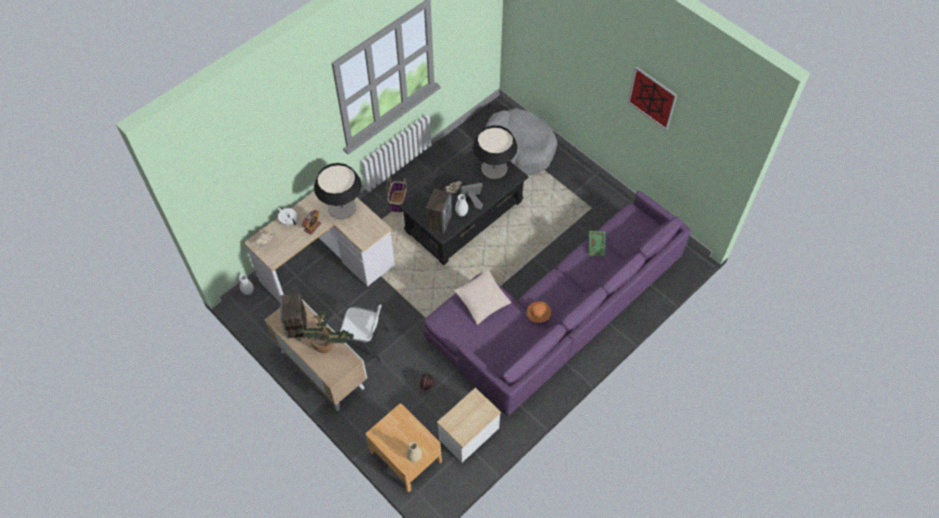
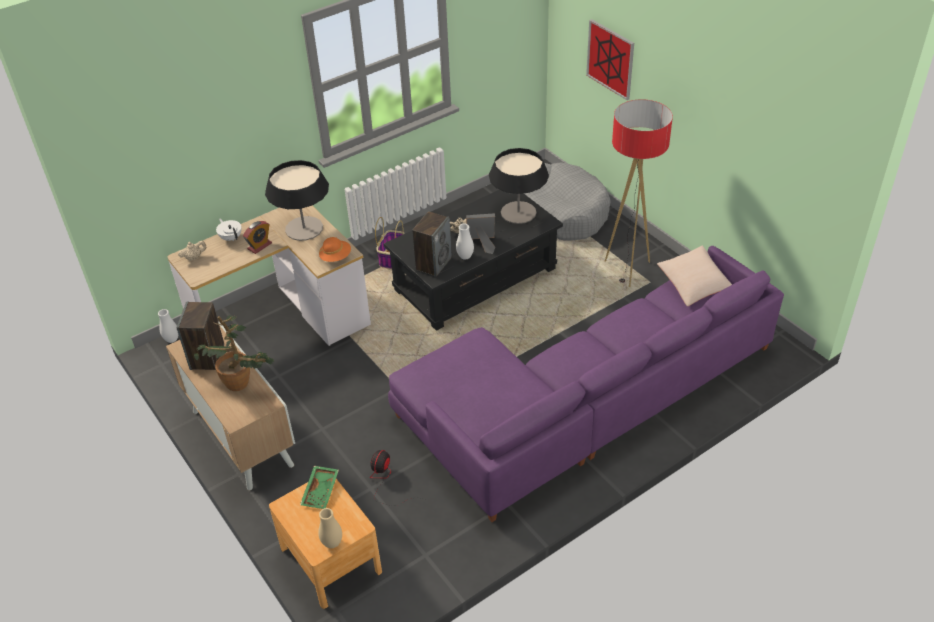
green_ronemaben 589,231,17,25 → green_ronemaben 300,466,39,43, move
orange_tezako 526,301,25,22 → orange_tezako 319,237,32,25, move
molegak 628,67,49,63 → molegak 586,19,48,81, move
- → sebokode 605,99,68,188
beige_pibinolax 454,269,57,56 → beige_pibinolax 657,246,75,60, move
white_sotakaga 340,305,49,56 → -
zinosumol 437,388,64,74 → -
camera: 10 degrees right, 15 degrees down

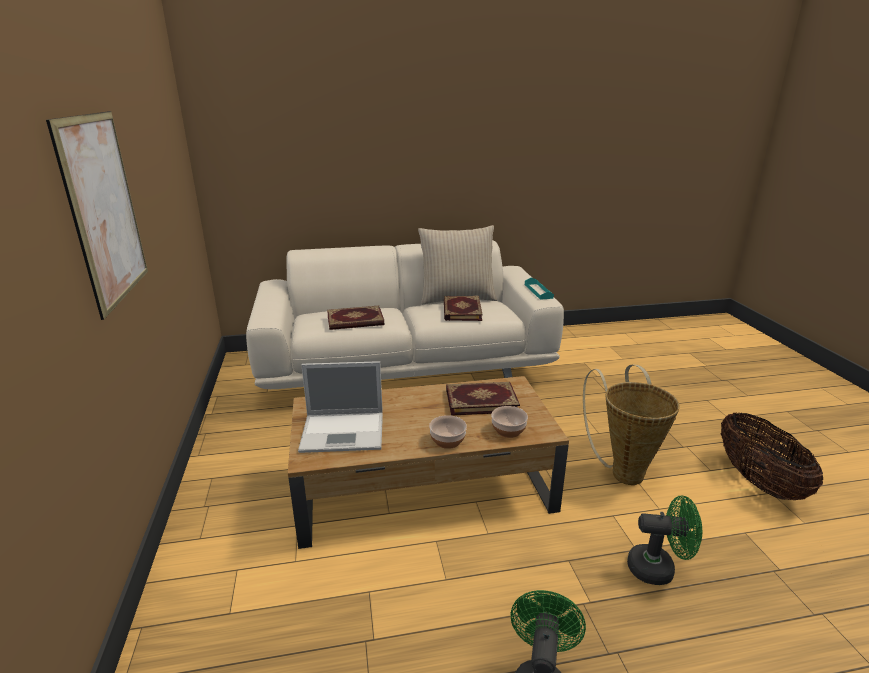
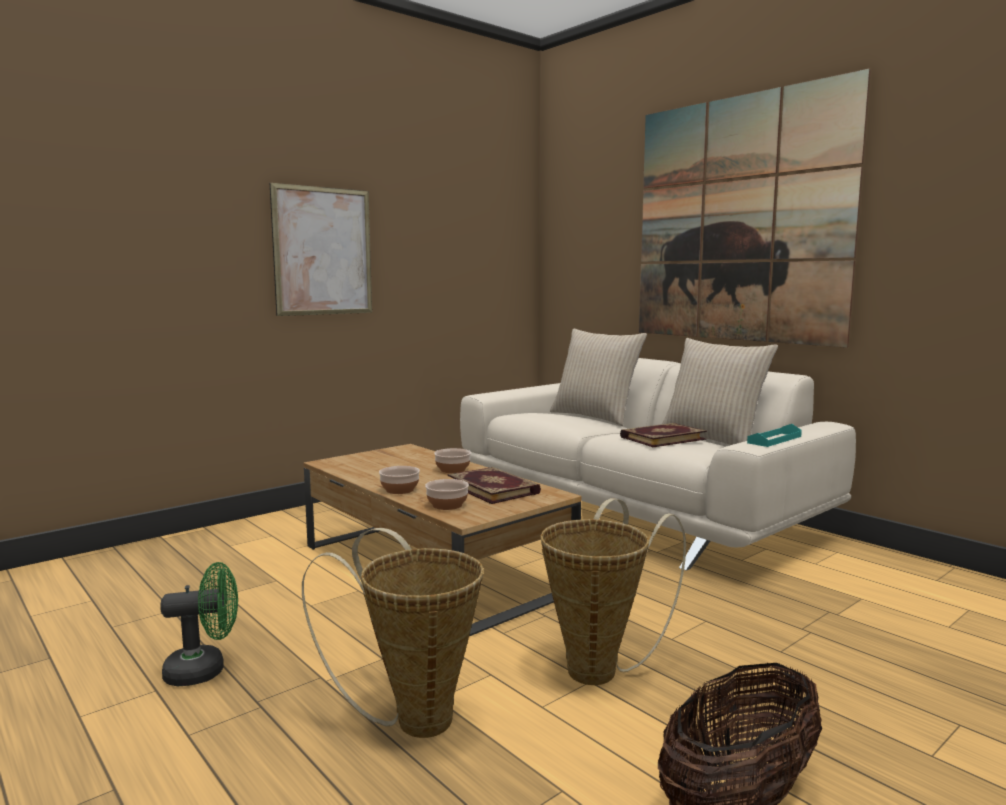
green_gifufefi 627,496,75,89 → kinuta 302,528,182,210
- → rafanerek 434,448,37,25
- → beige_pibinolax 550,329,97,97
- → molegak 639,69,232,279
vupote 298,361,85,92 → -
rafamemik 327,306,57,24 → -
camera: 60 degrees right, 15 degrees down

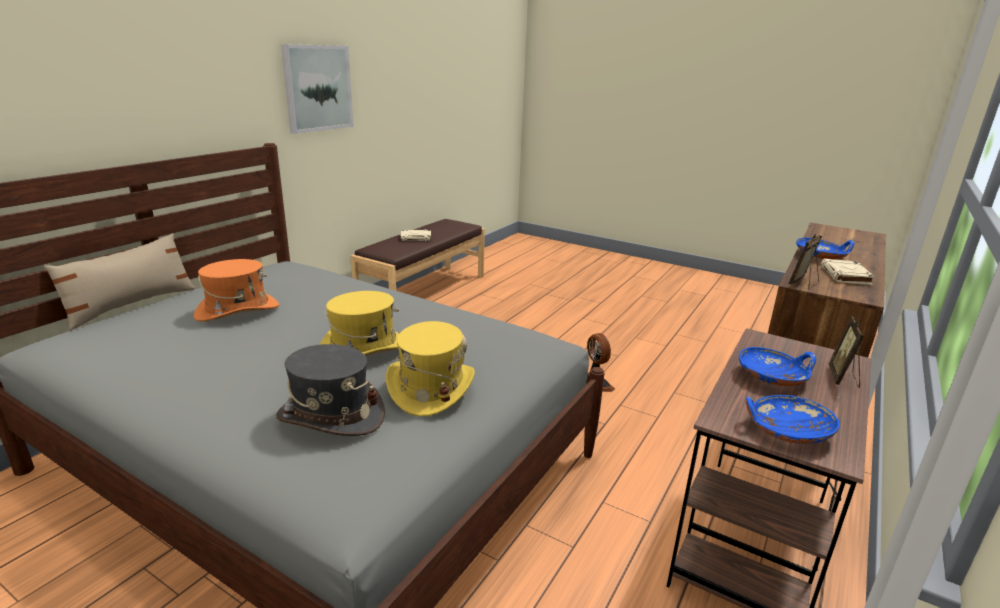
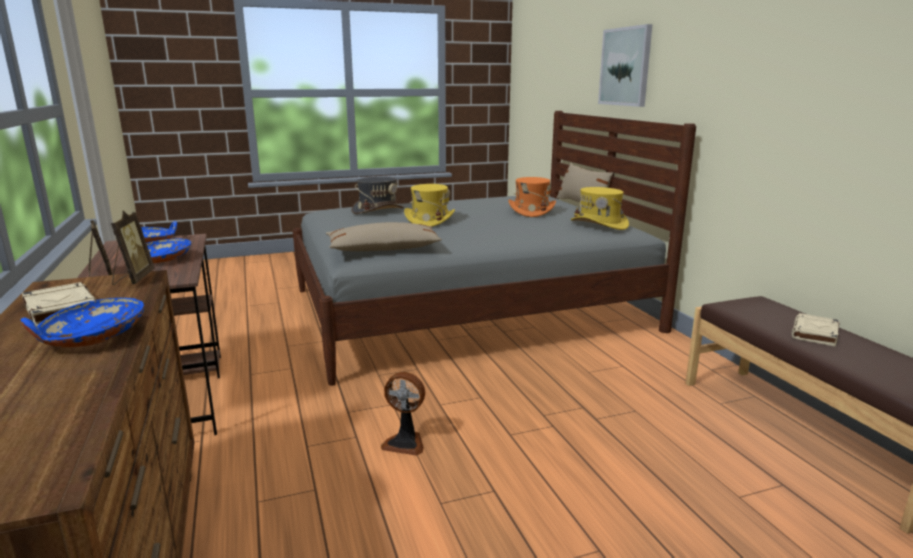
- → beige_pibinolax 326,222,116,29
yellow_tezako 386,321,89,95 → yellow_tezako 571,187,58,43, move
molegak 281,44,73,90 → molegak 598,24,54,83, move
camera: 130 degrees right, 5 degrees down

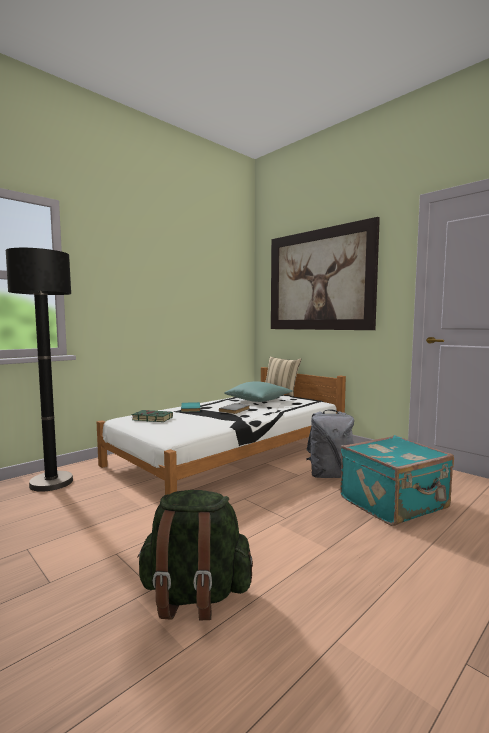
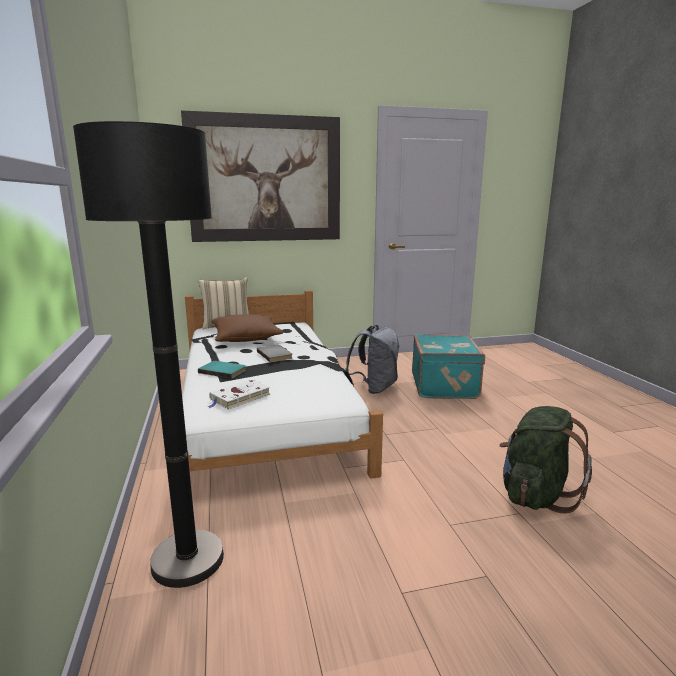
green_rafamemik 132,410,41,12 → white_rafamemik 208,379,62,31
turquoise_pibinolax 224,381,69,21 → brown_pibinolax 211,314,72,28
camera: 60 degrees left, 10 degrees up

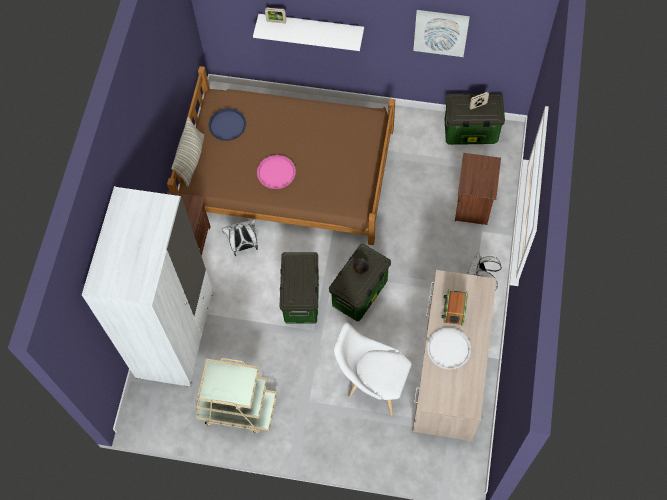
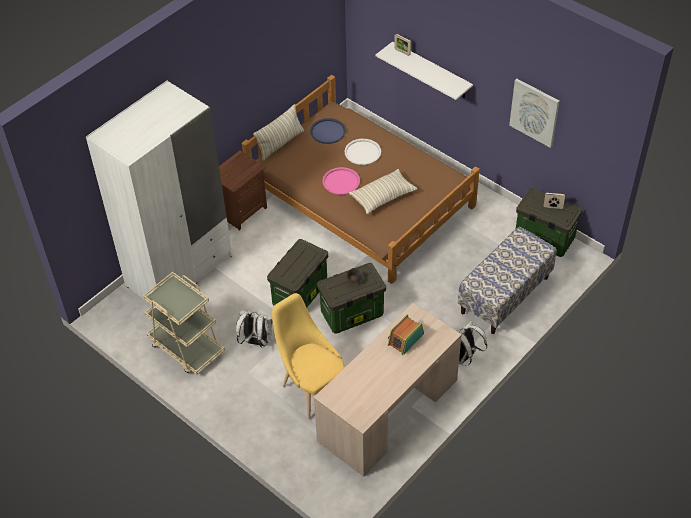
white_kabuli 222,220,36,36 → white_kabuli 236,310,37,37, move
white_sotakaga 334,322,78,94 → yellow_sotakaga 272,293,73,126
white_ronemaben 427,328,44,41 → white_ronemaben 344,139,37,26, move
- → pibinolax 349,169,68,45
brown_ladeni 455,153,46,72 → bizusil 458,227,99,107
camera: 30 degrees right, 15 degrees down

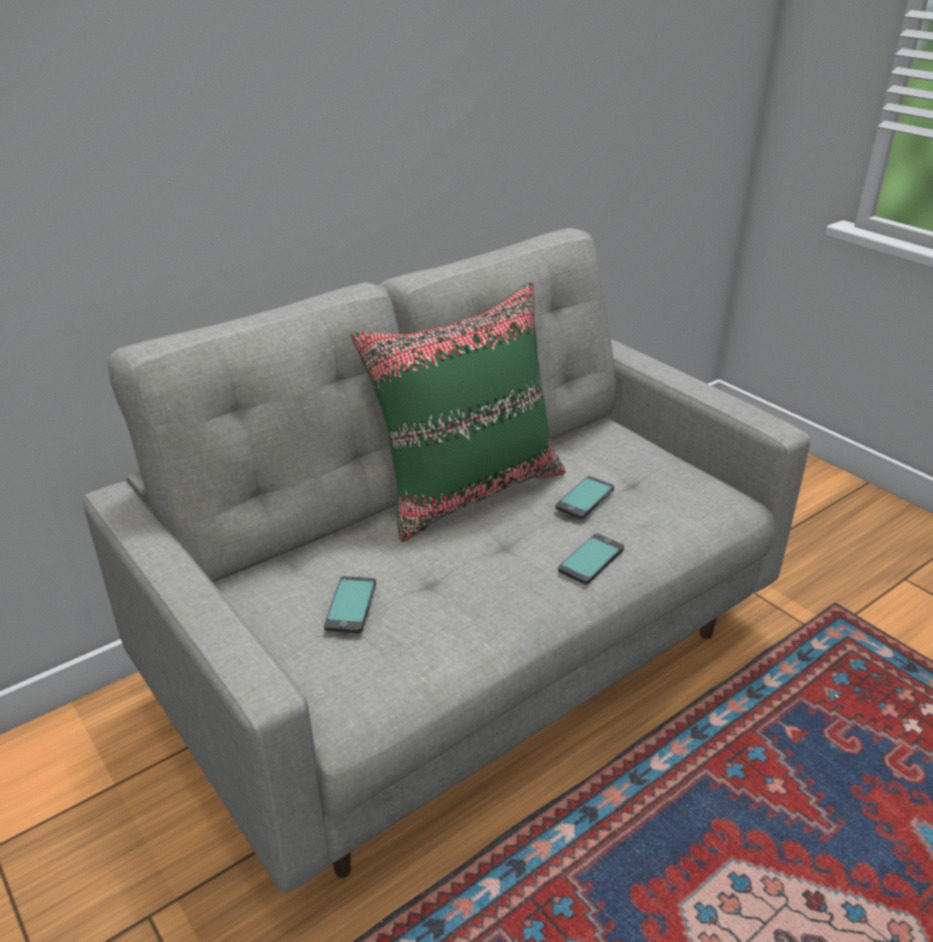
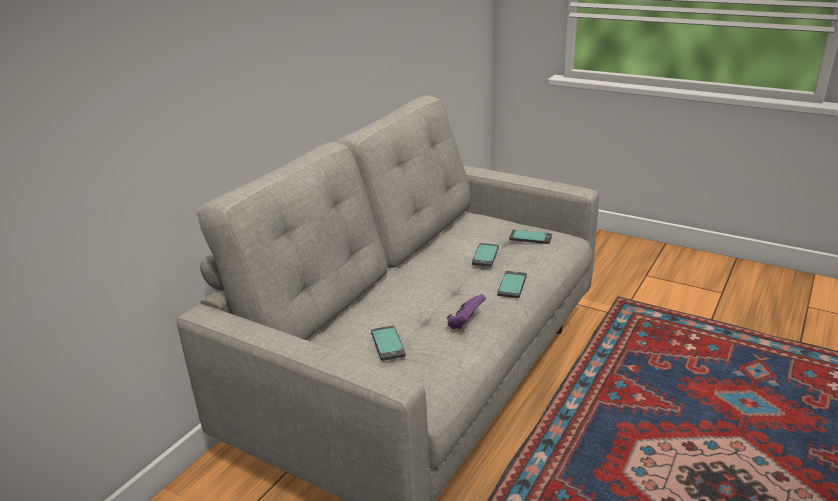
- → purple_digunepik 447,294,39,35
- → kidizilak 509,230,43,14
green_pibinolax 351,282,215,260 → -
camera: 20 degrees left, 5 degrees down

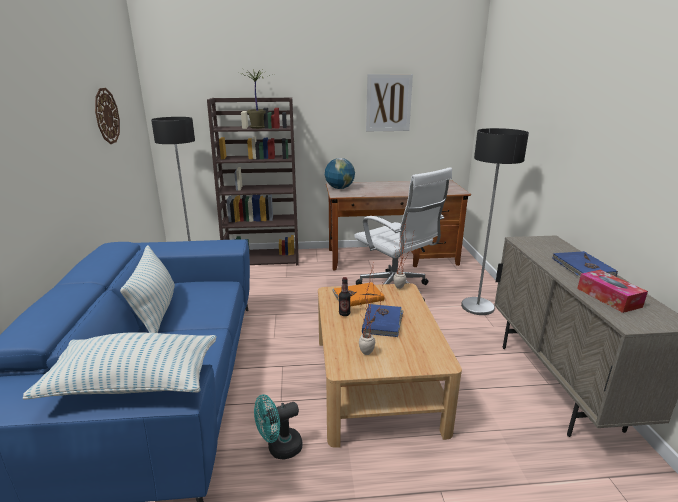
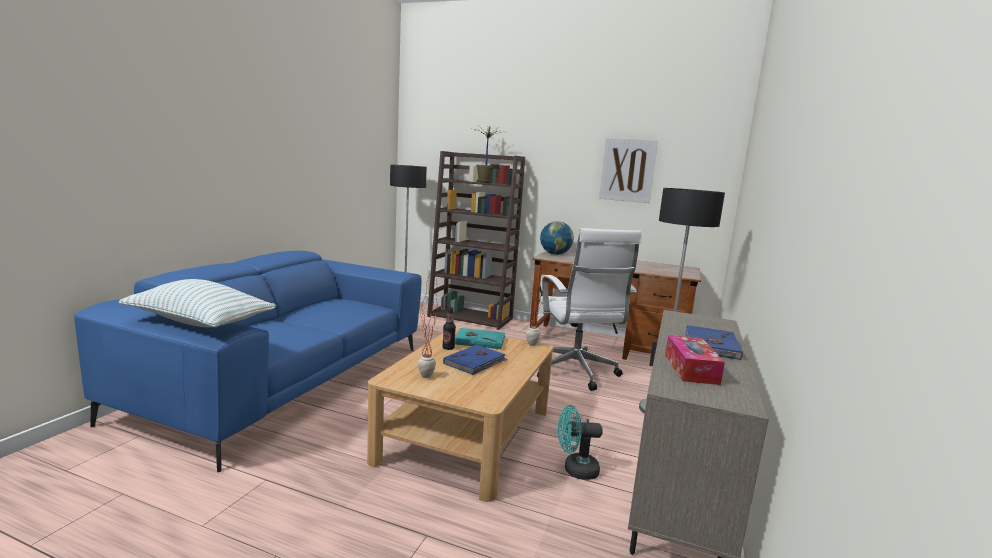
orange_rafamemik 332,282,52,25 → turquoise_rafamemik 455,328,51,21
turquoise_gifufefi 254,394,48,65 → turquoise_gifufefi 558,405,45,75, move
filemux 95,88,25,56 → -
pibinolax 120,245,55,88 → -
camera: 25 degrees right, 10 degrees down

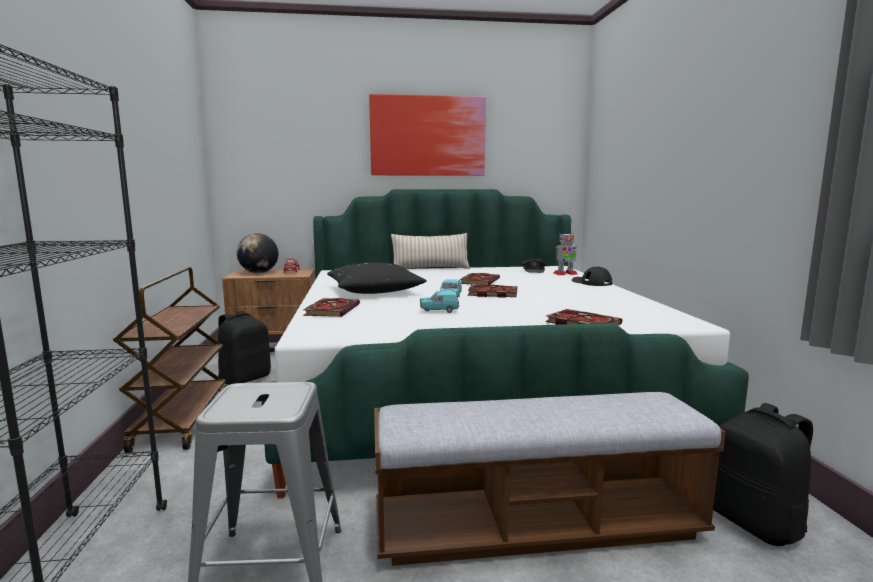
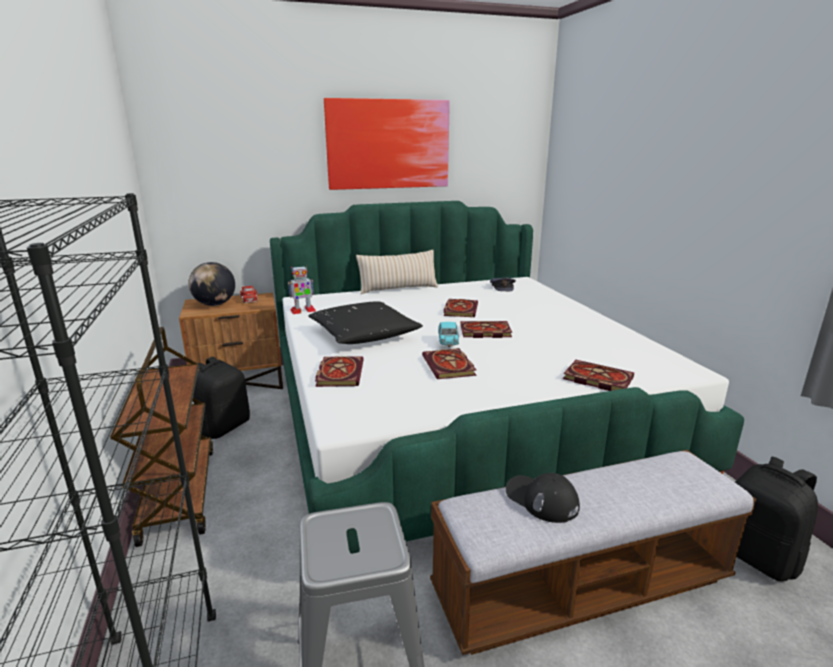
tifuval 554,233,24,42 → tifuval 288,265,28,49, move
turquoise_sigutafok 420,291,39,22 → rafamemik 422,348,54,31
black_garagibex 572,266,40,20 → black_garagibex 506,473,74,50, move
camera: 10 degrees left, 10 degrees up

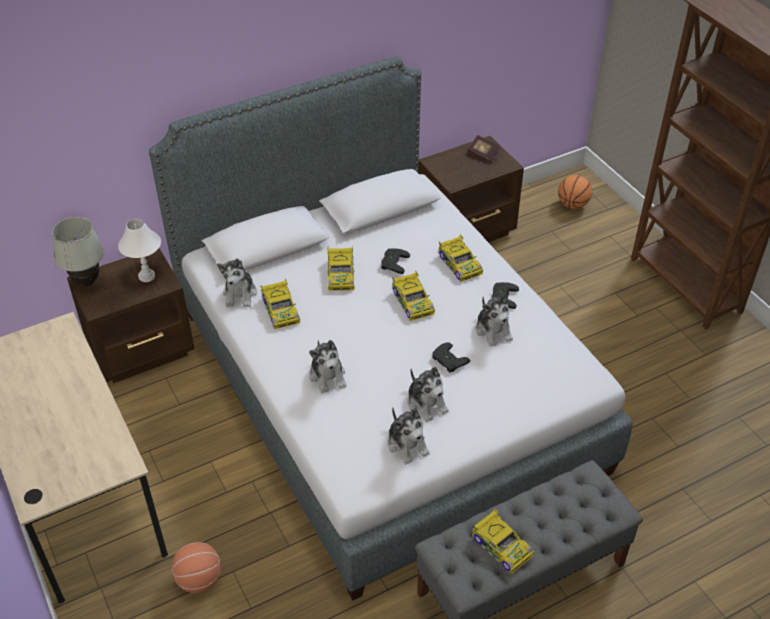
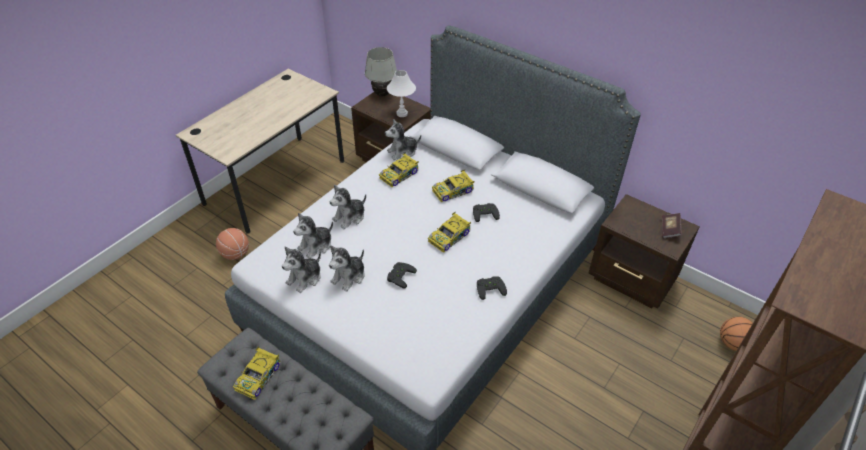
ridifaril 476,294,37,53 → ridifaril 293,213,40,45, move
sigutafok 439,235,44,47 → -
camera: 65 degrees right, 0 degrees up

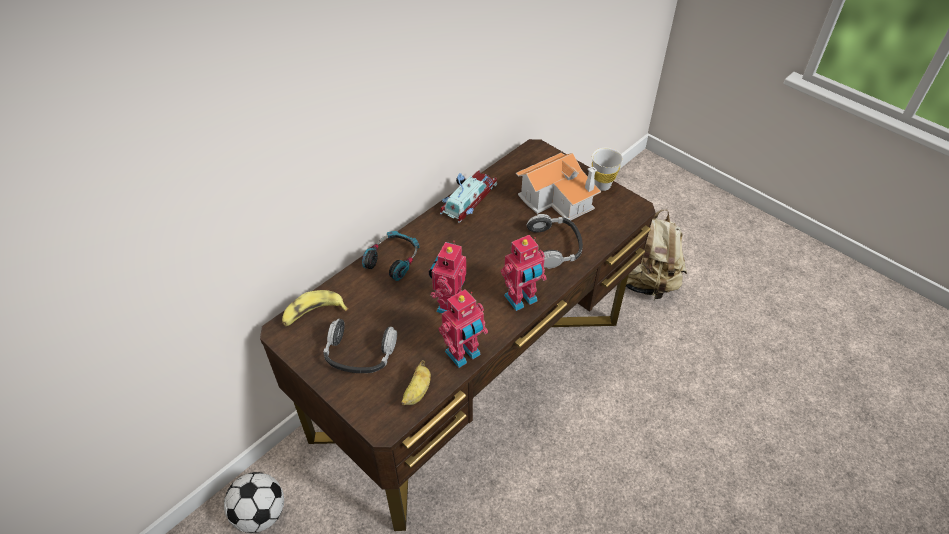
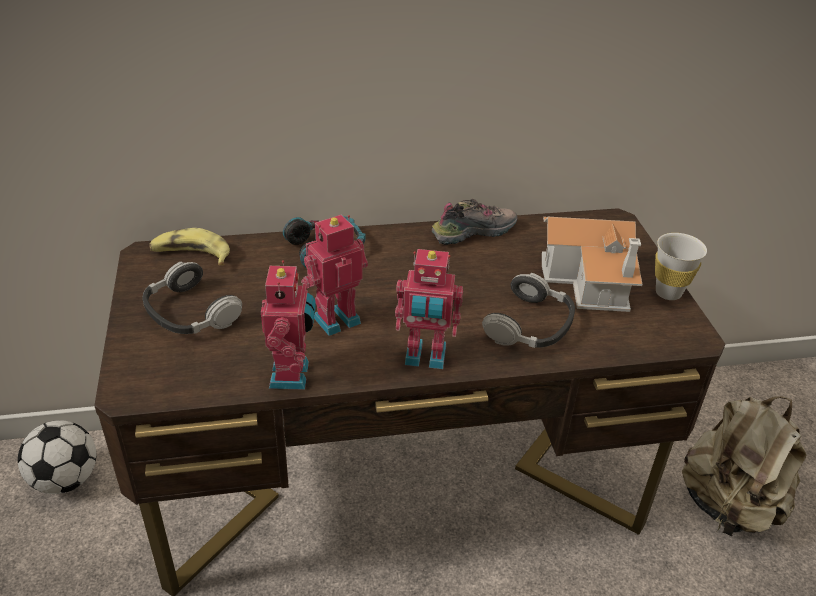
tifuval 439,289,49,79 → tifuval 261,260,55,130, 90 degrees counterclockwise
sigutafok 440,170,57,53 → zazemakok 432,199,85,46
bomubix 401,360,30,45 → -
camera: 35 degrees right, 10 degrees down

